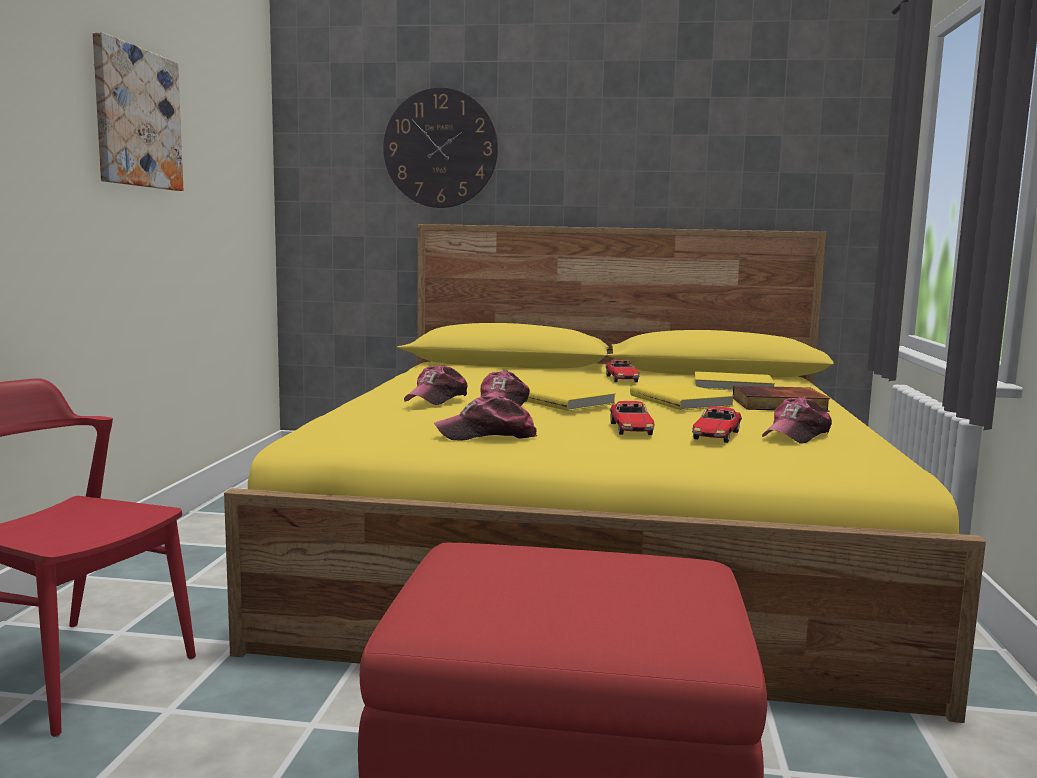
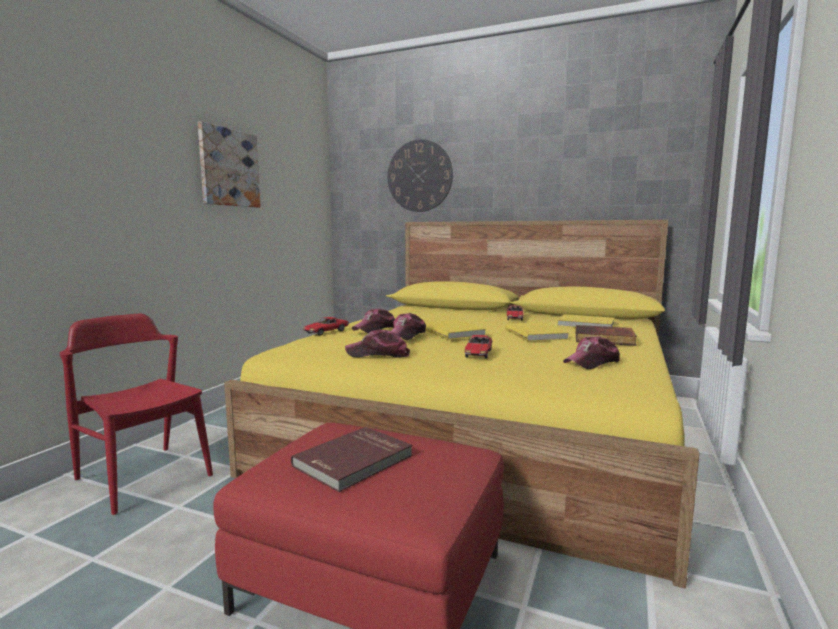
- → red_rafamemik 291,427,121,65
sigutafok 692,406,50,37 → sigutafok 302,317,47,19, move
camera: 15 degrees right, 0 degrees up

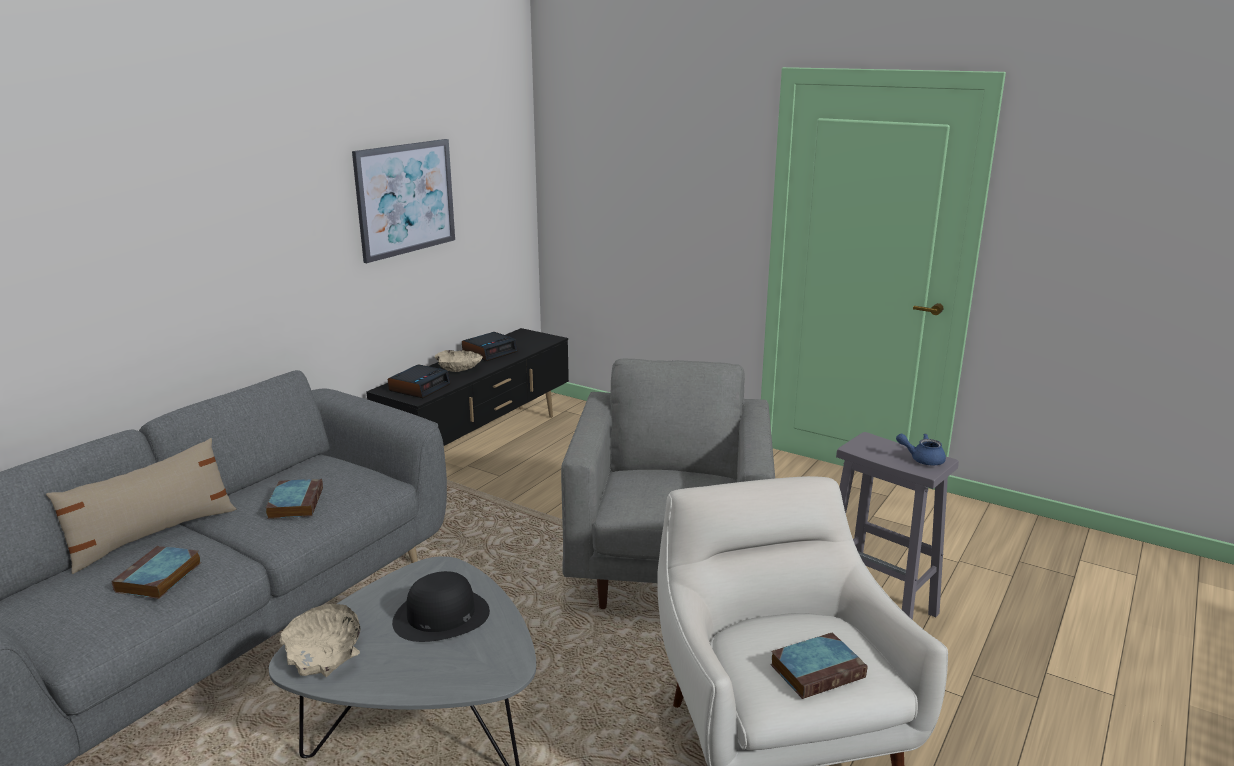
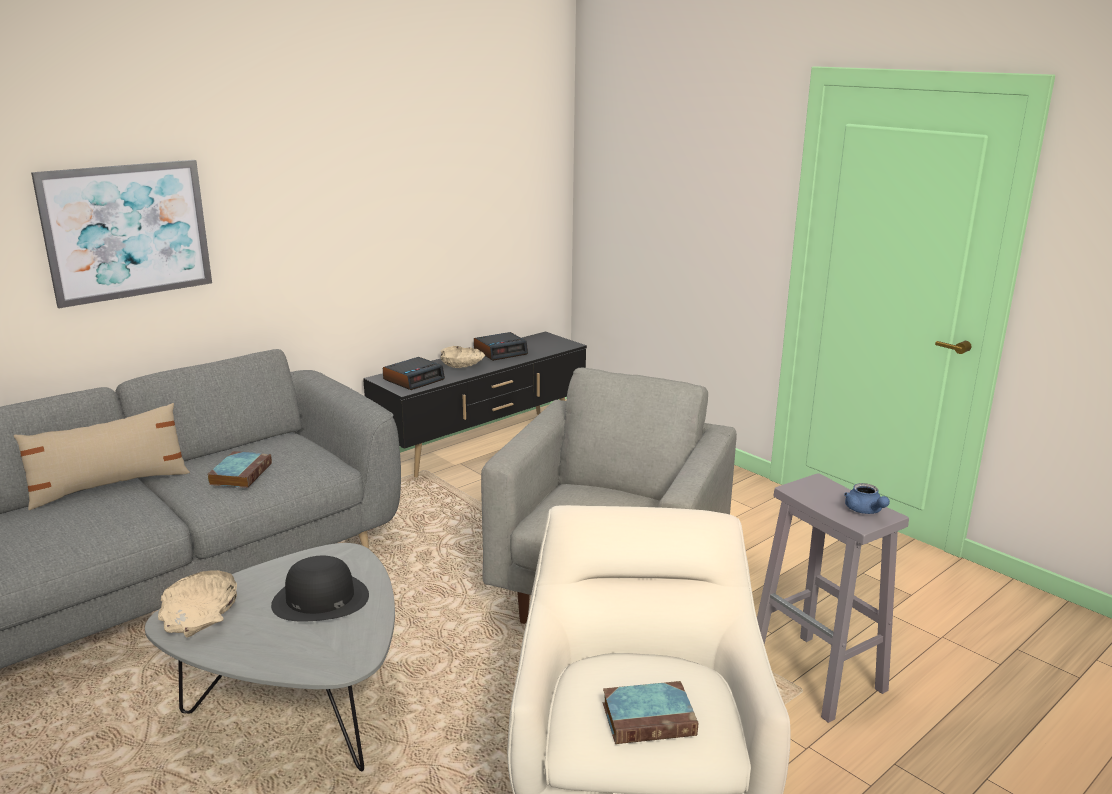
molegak 352,139,103,124 → molegak 31,160,181,148, move
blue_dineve 896,434,50,31 → blue_dineve 844,483,46,31, 135 degrees counterclockwise
rafamemik 111,546,90,53 → -
camera: 15 degrees right, 0 degrees up

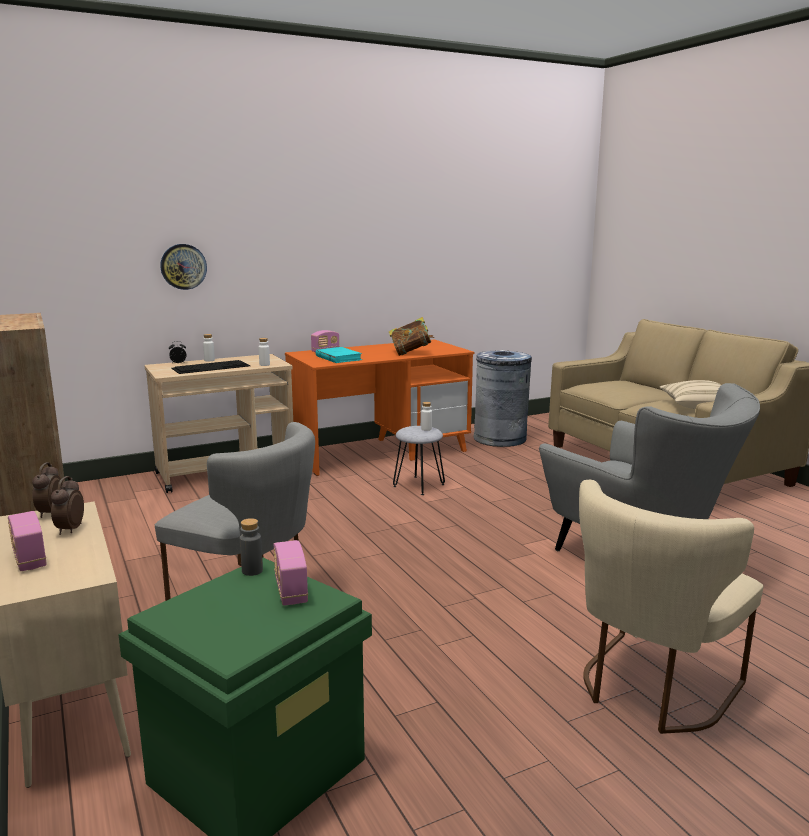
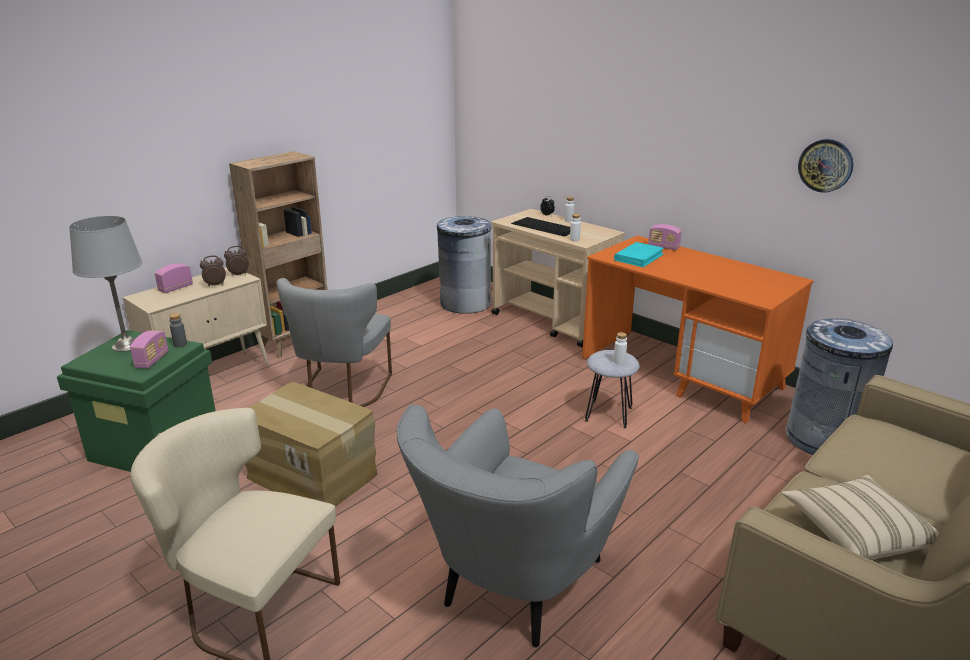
- → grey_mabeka 69,216,73,136
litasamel 274,540,34,66 → litasamel 130,330,38,39, 135 degrees clockwise
- → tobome 245,382,132,125
- → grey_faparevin 437,216,55,98
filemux 160,244,47,46 → filemux 798,139,56,53, move
rafamemik 389,317,45,39 → -
camera: 70 degrees right, 10 degrees up

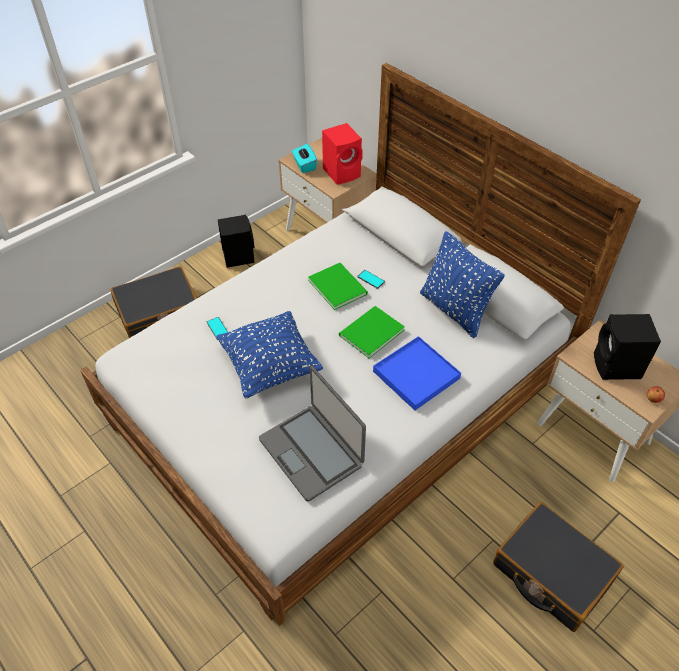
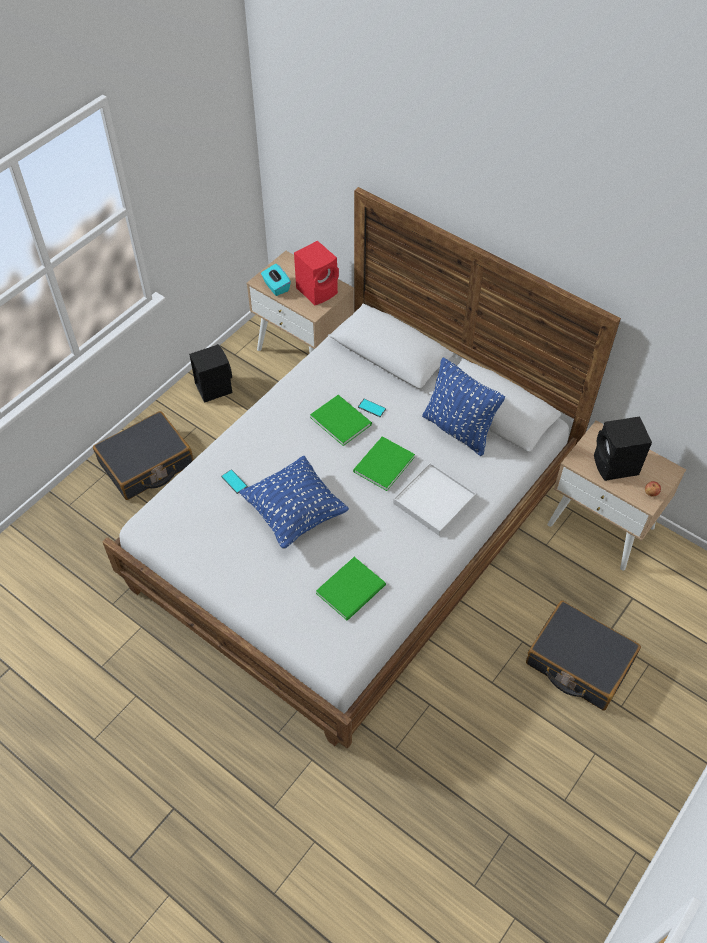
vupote 259,366,107,136 → green_rafamemik 316,557,70,64
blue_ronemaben 373,336,88,74 → white_ronemaben 393,463,83,73
camera: 10 degrees left, 5 degrees up

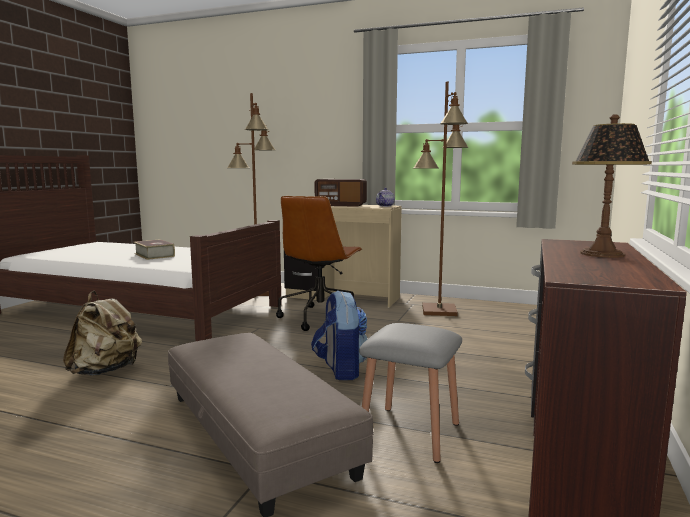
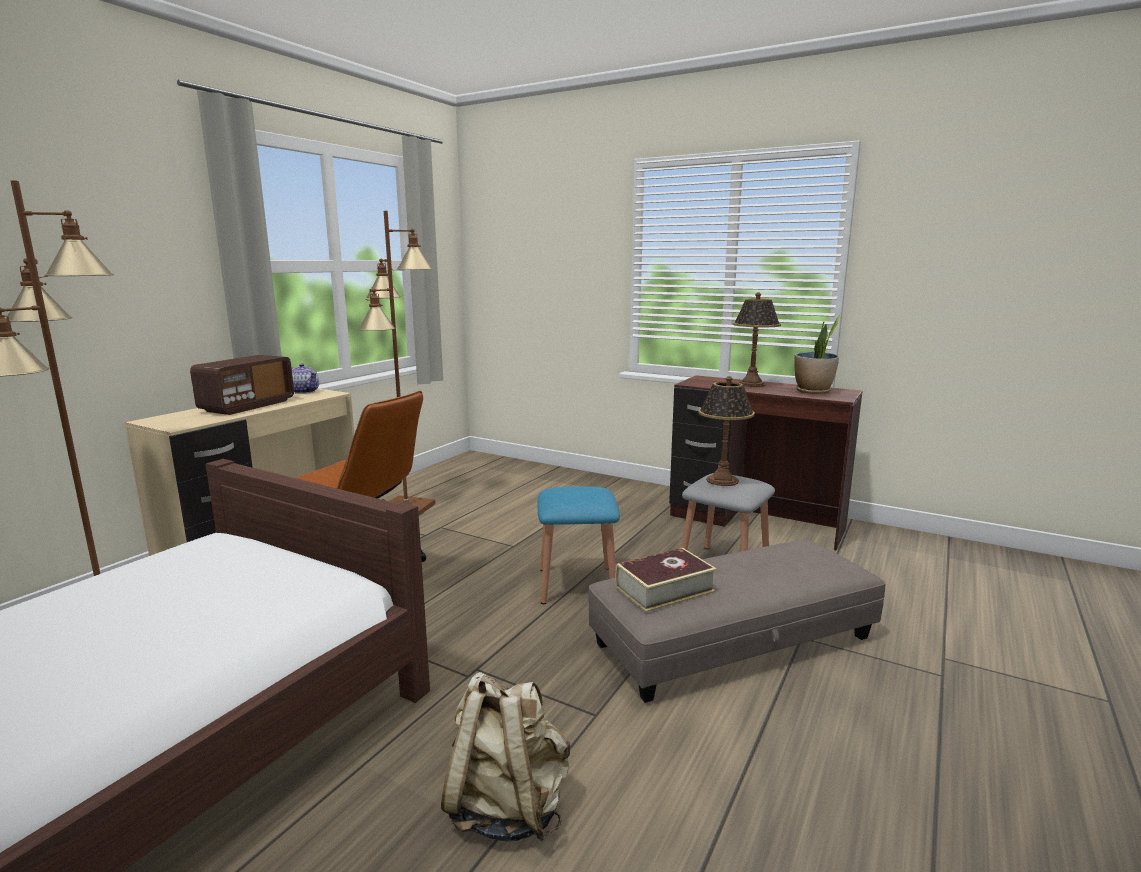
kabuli 311,290,56,90 → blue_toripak 537,487,83,117
rafamemik 134,239,41,21 → rafamemik 615,547,102,66, move
- → mabeka 698,376,57,110
- → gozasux 794,315,47,79
camera: 80 degrees left, 5 degrees up

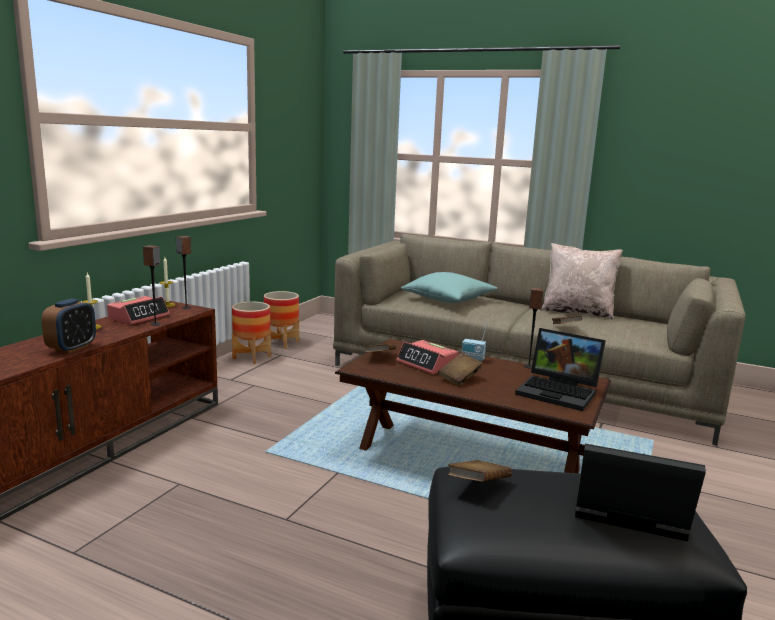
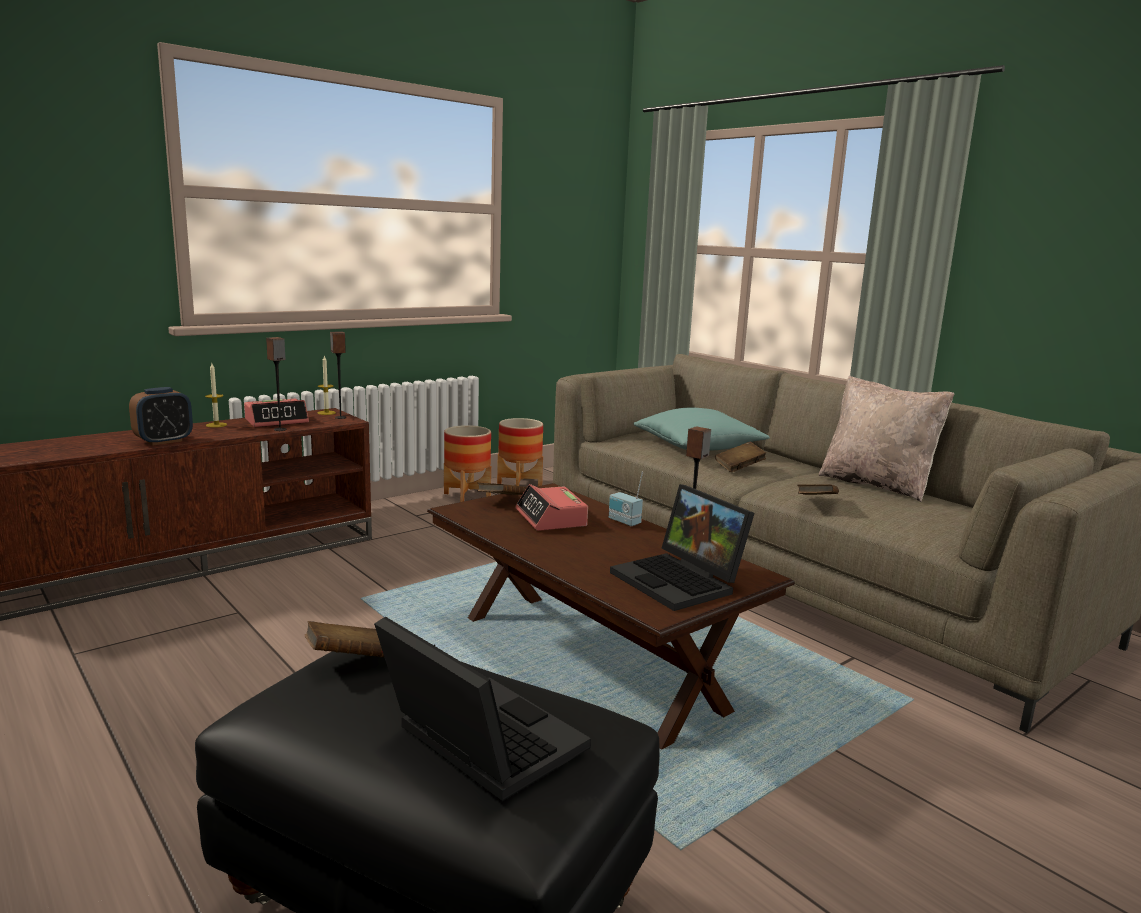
brown_rafamemik 438,353,44,33 → brown_rafamemik 715,442,51,30, move
camera: 25 degrees right, 0 degrees up

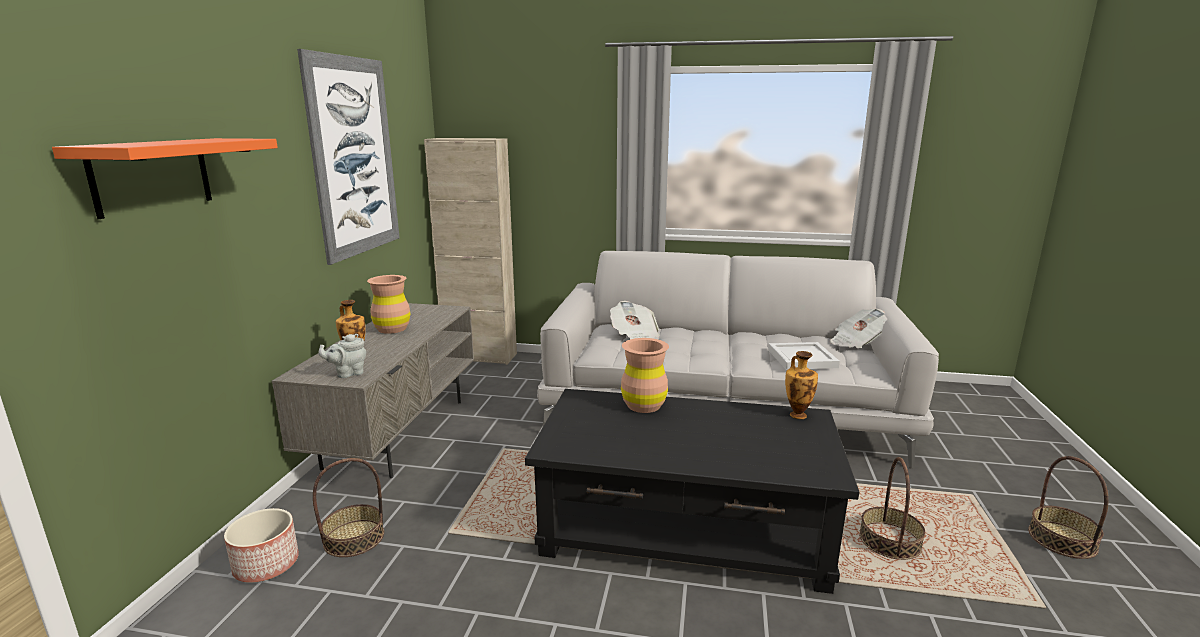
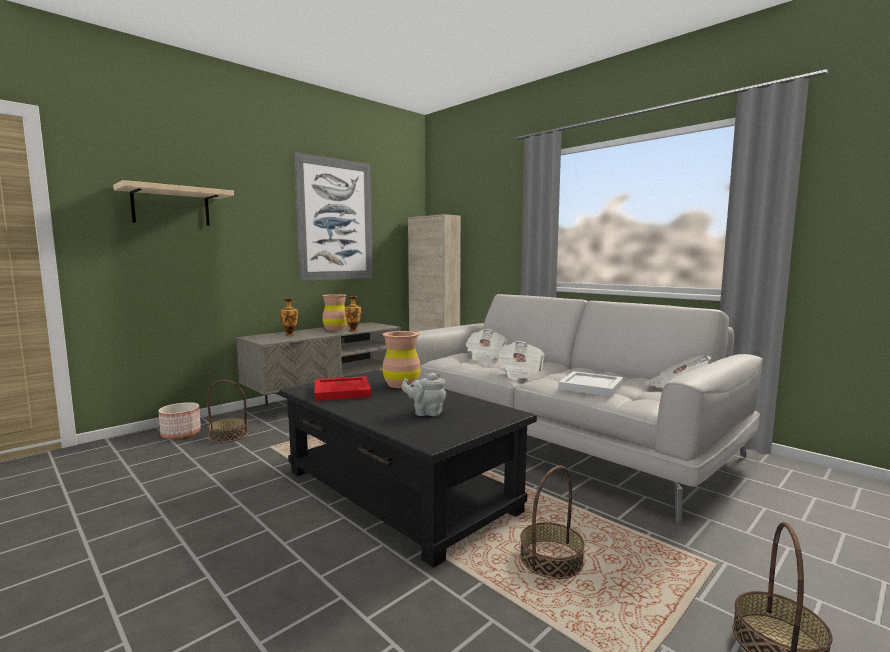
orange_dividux 52,138,226,81 → beige_dividux 113,180,121,46
- → red_ronemaben 314,376,57,25
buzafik 785,351,33,68 → buzafik 345,296,16,36, move
grey_dineve 318,334,49,44 → grey_dineve 402,373,44,43, move
- → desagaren 497,341,48,38
camera: 35 degrees right, 10 degrees down

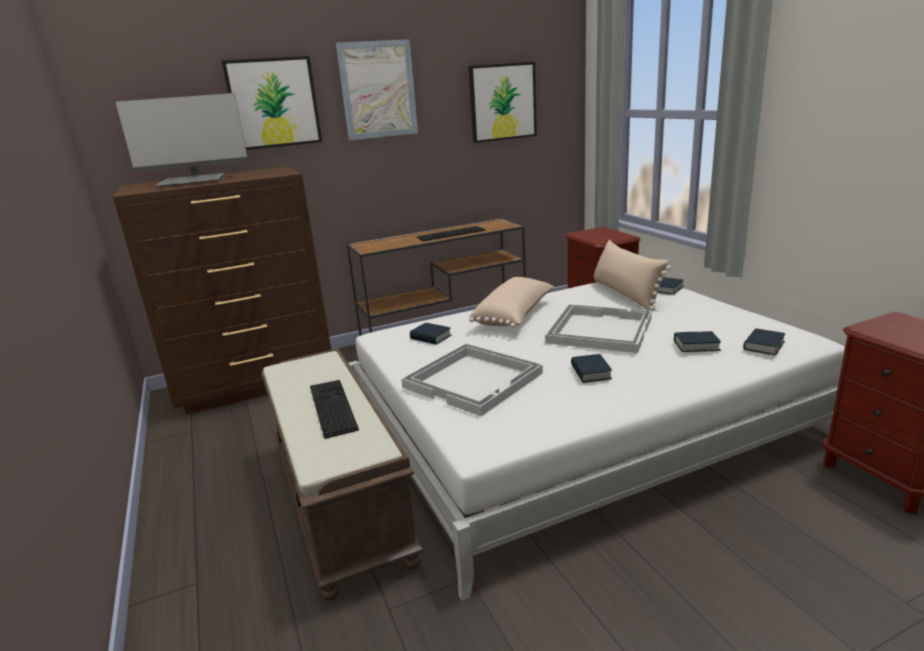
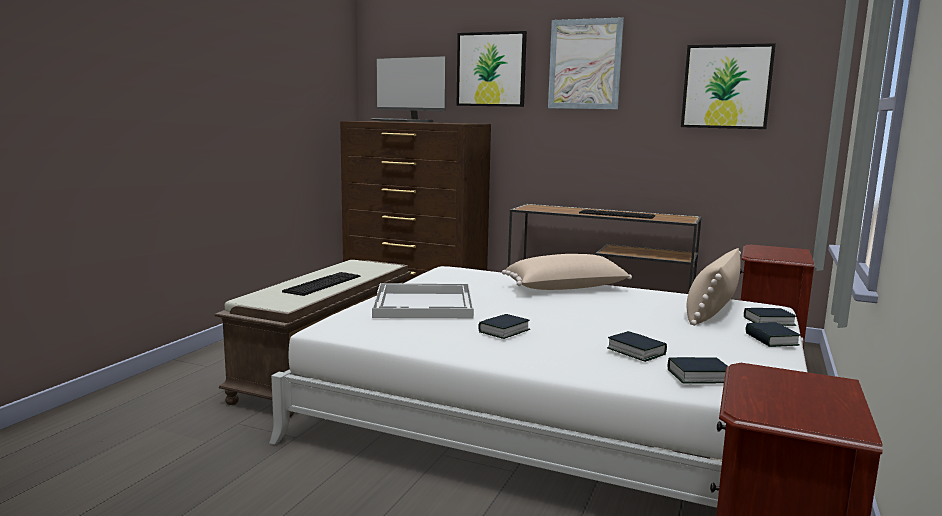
rafamemik 410,323,41,22 → rafamemik 746,322,55,25, move
white_ronemaben 545,304,107,49 → -
camera: 45 degrees right, 10 degrees down

